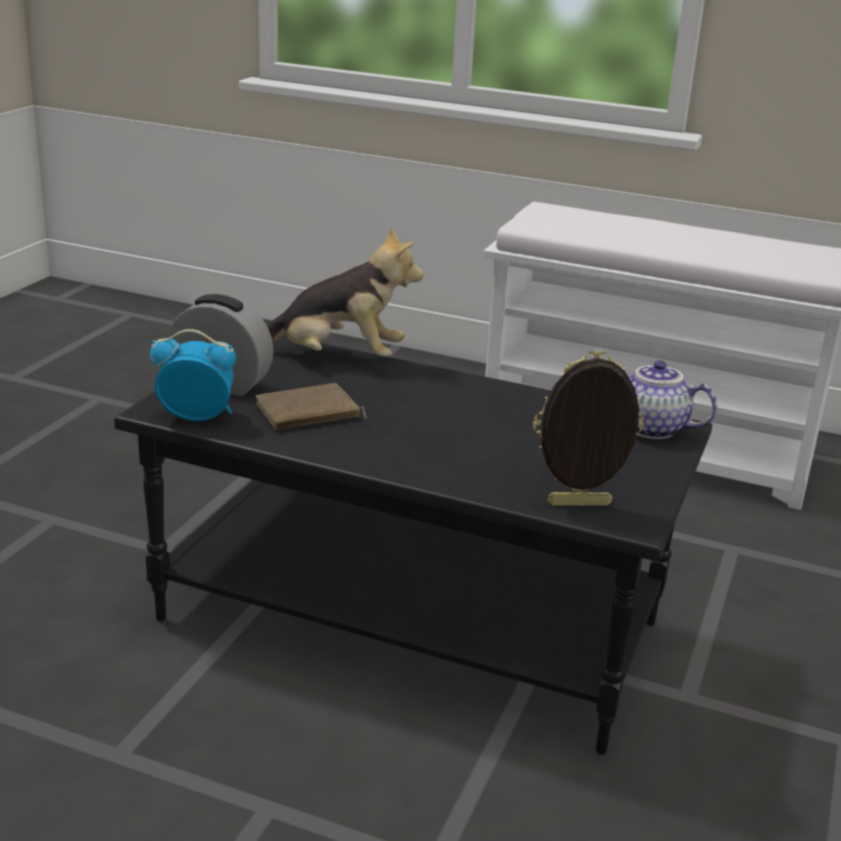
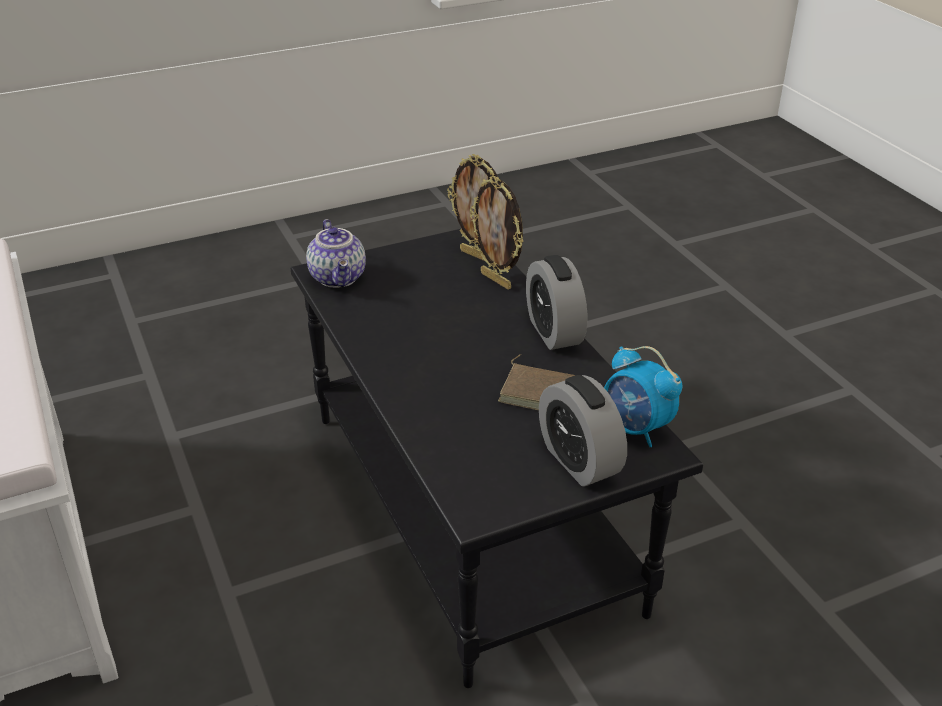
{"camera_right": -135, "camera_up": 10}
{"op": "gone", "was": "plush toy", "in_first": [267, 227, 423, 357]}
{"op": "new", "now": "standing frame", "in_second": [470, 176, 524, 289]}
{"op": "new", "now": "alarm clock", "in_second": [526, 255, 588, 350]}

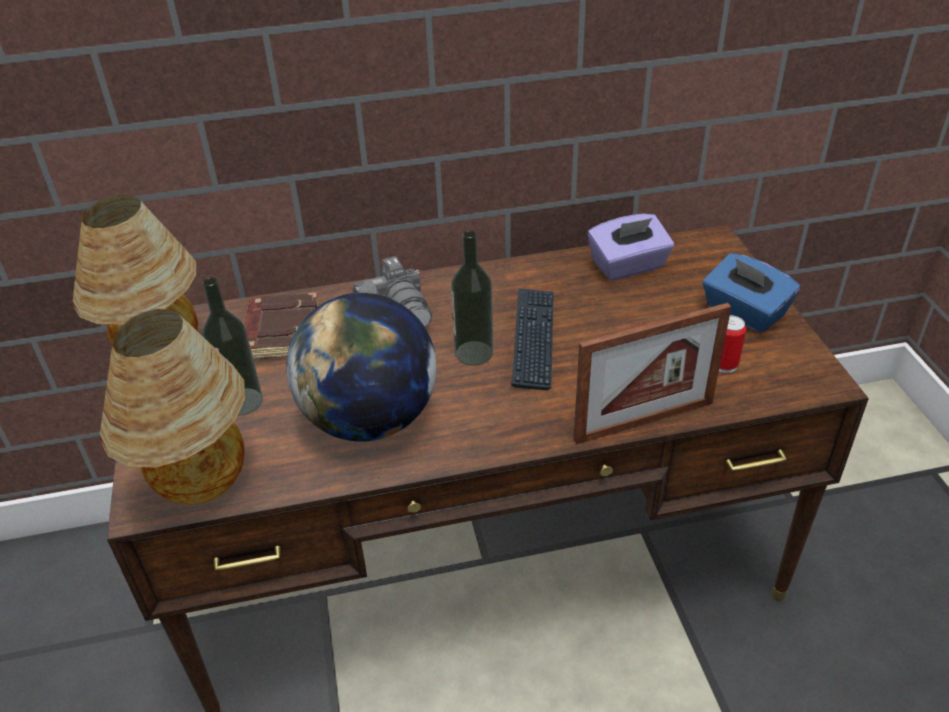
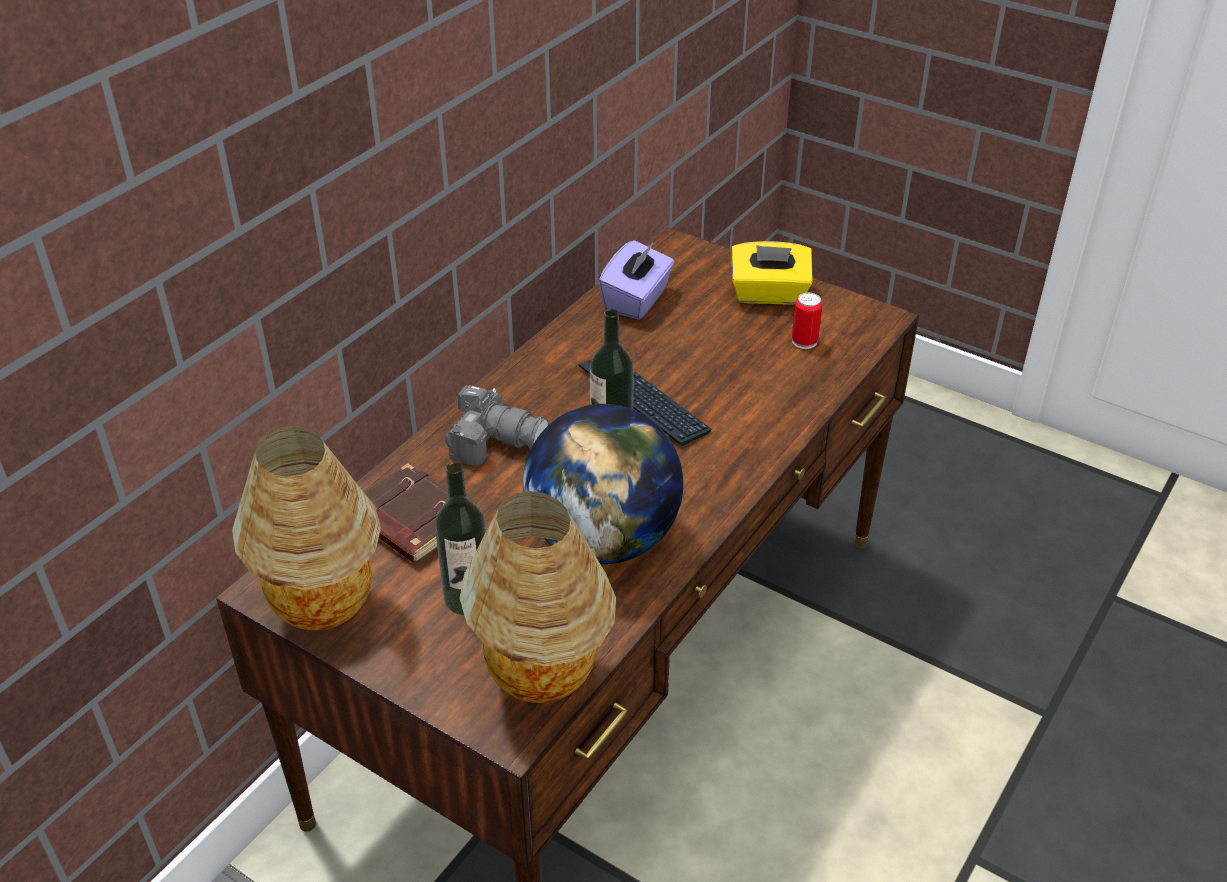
{"camera_right": -45, "camera_up": 0}
{"op": "gone", "was": "standing frame", "in_first": [573, 303, 731, 445]}
{"op": "repainted", "was": "blue-coloured tissue holder", "now": "yellowish tissue holder", "in_first": [702, 253, 800, 333], "in_second": [731, 241, 813, 305]}

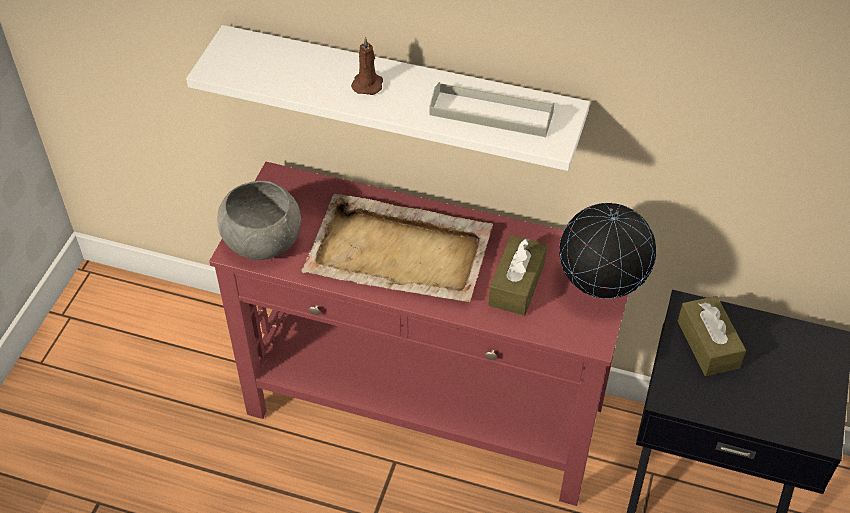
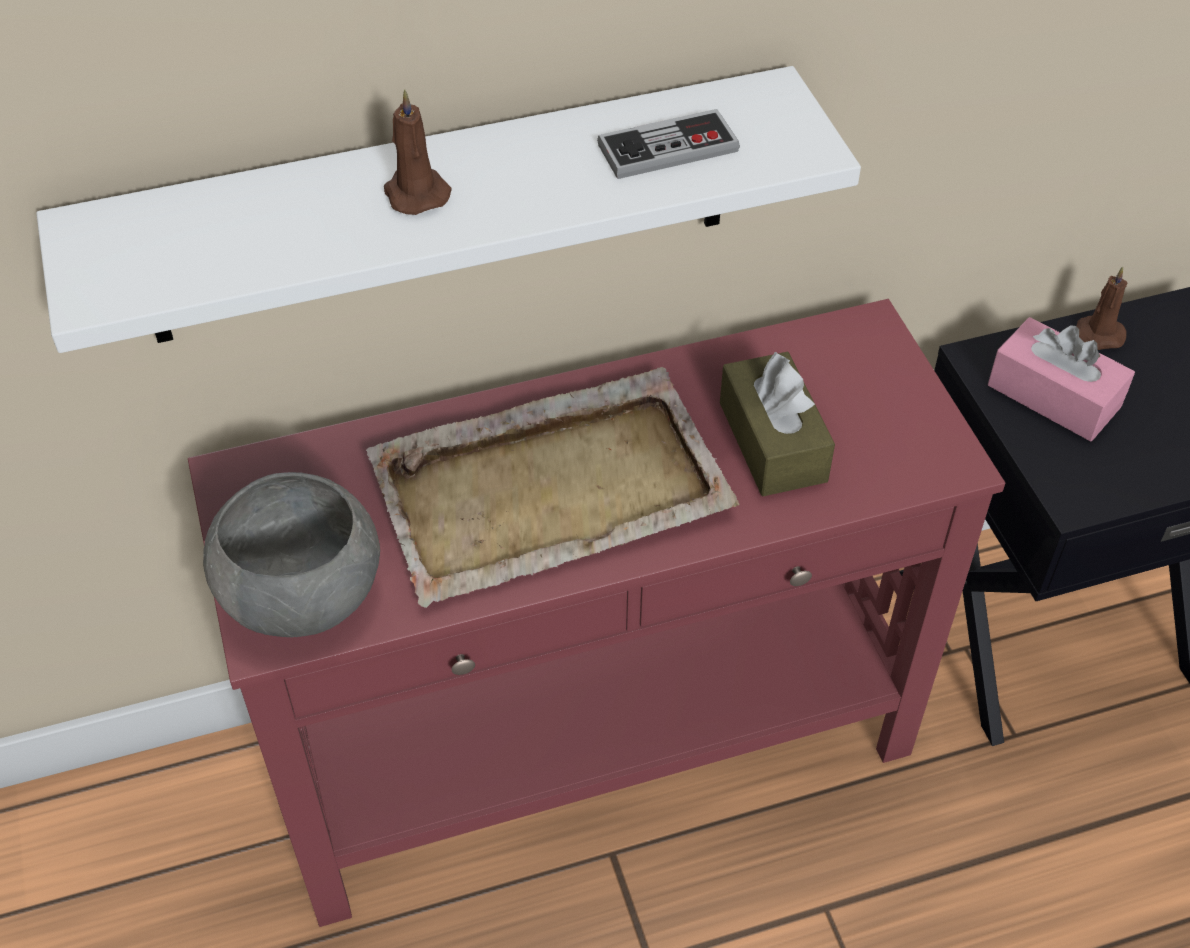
{"camera_right": -35, "camera_up": 0}
{"op": "gone", "was": "globe", "in_first": [559, 203, 656, 299]}
{"op": "new", "now": "brownish candle", "in_second": [1076, 266, 1127, 350]}
{"op": "swapped", "was": "grey serving tray", "now": "game controller", "in_first": [429, 82, 554, 137], "in_second": [597, 109, 740, 179]}
{"op": "repainted", "was": "brownish tissue holder", "now": "pink-coloured tissue holder", "in_first": [678, 296, 746, 376], "in_second": [988, 317, 1135, 441]}

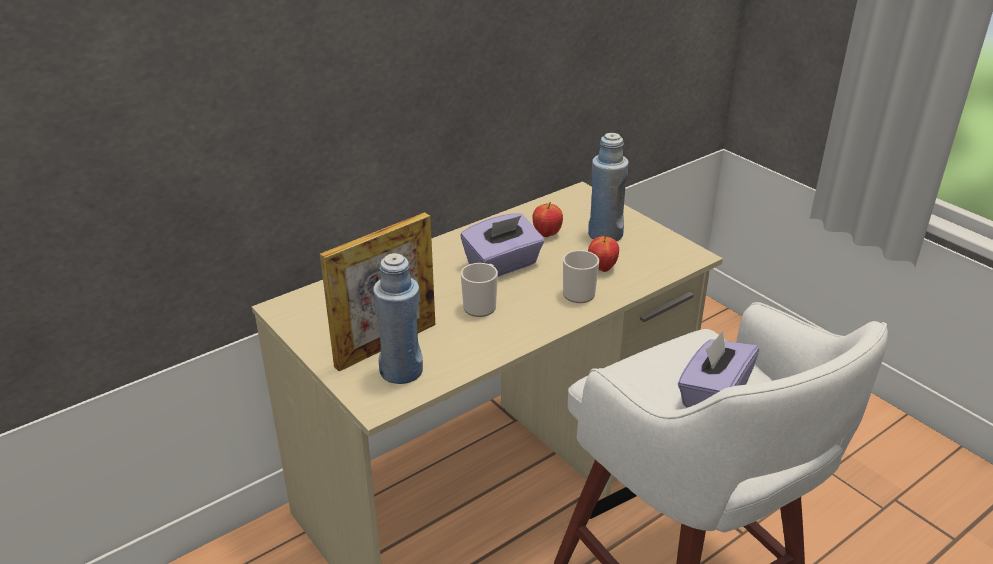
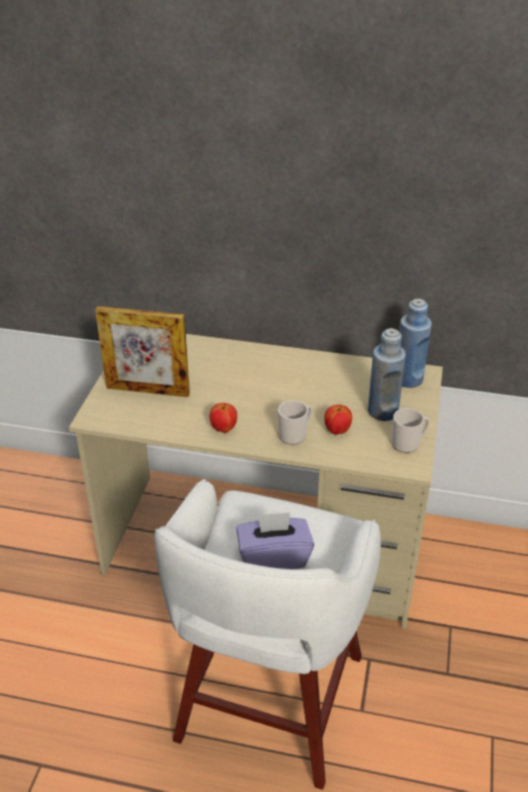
{"camera_right": 50, "camera_up": 5}
{"op": "gone", "was": "purple tissue holder", "in_first": [461, 214, 544, 277]}
{"op": "shifted", "was": "blue-coloured beverage bottle", "in_first": [373, 253, 423, 384], "in_second": [399, 299, 432, 388]}
{"op": "shifted", "was": "tea mug", "in_first": [461, 263, 498, 317], "in_second": [392, 408, 430, 453]}
{"op": "shifted", "was": "apple", "in_first": [533, 202, 563, 237], "in_second": [210, 403, 237, 433]}

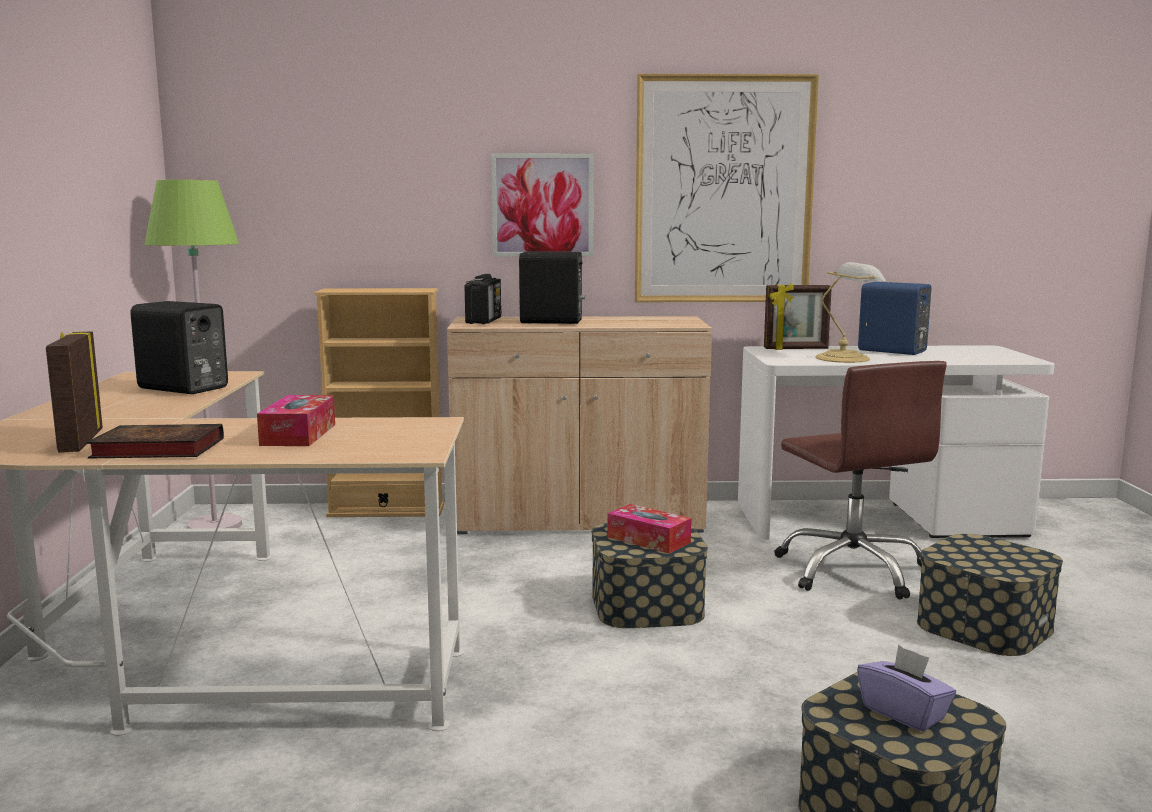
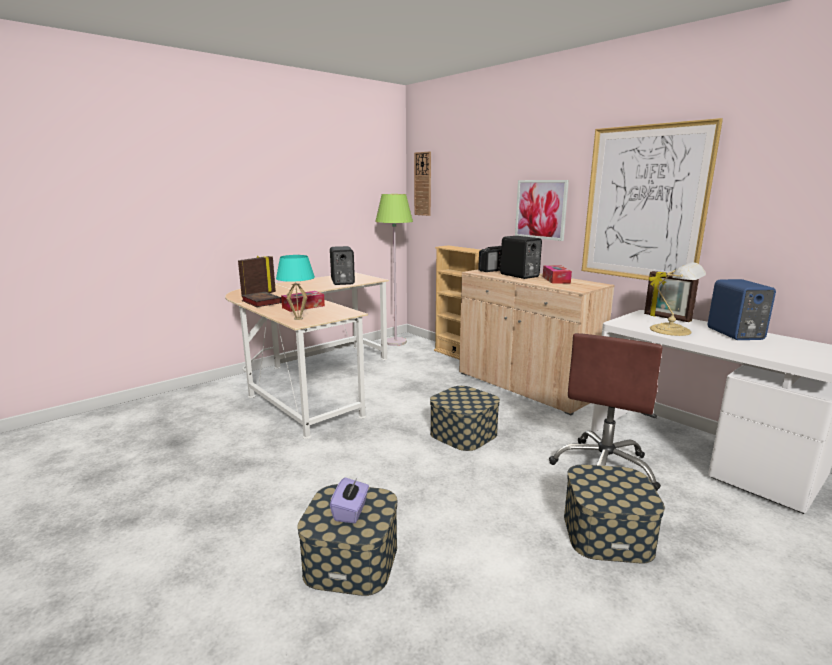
{"camera_right": 50, "camera_up": 5}
{"op": "new", "now": "blue-green table lamp", "in_second": [276, 255, 315, 320]}
{"op": "new", "now": "hanging clock", "in_second": [414, 152, 431, 216]}
{"op": "shifted", "was": "tissue holder", "in_first": [607, 504, 692, 553], "in_second": [543, 265, 572, 283]}

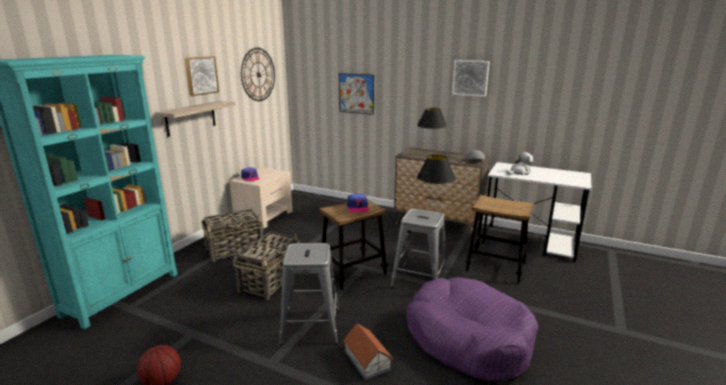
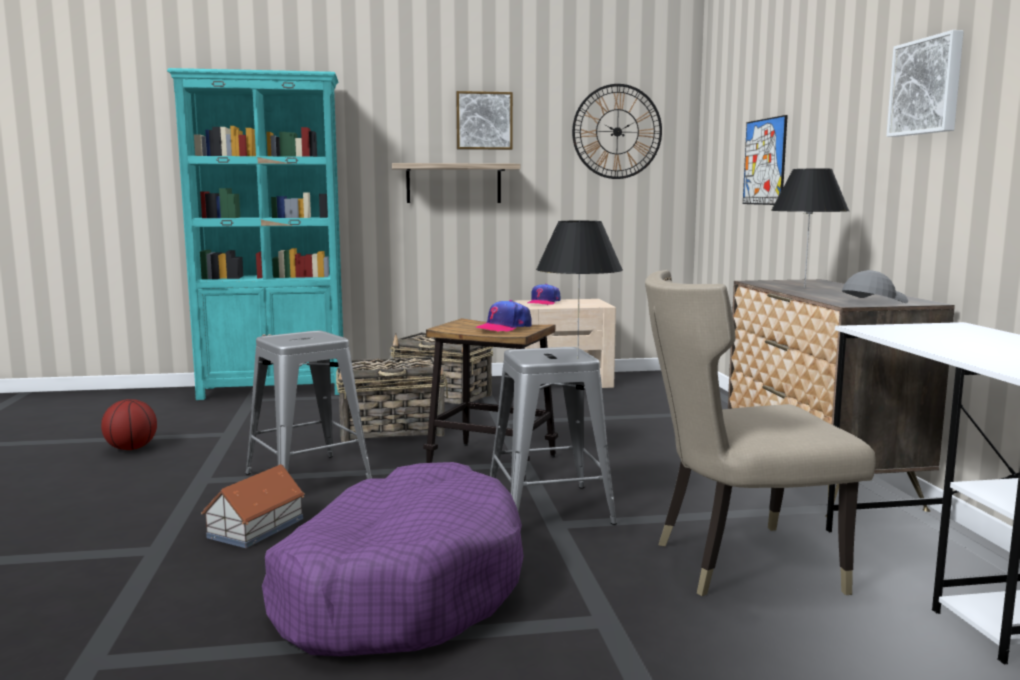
{"camera_right": 55, "camera_up": -10}
{"op": "gone", "was": "plush toy", "in_first": [506, 152, 533, 175]}
{"op": "swapped", "was": "stool", "now": "beige-coloured chair", "in_first": [465, 195, 534, 284], "in_second": [645, 270, 876, 596]}

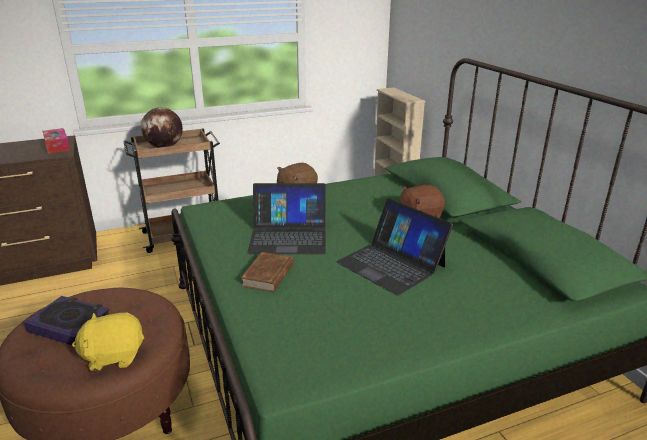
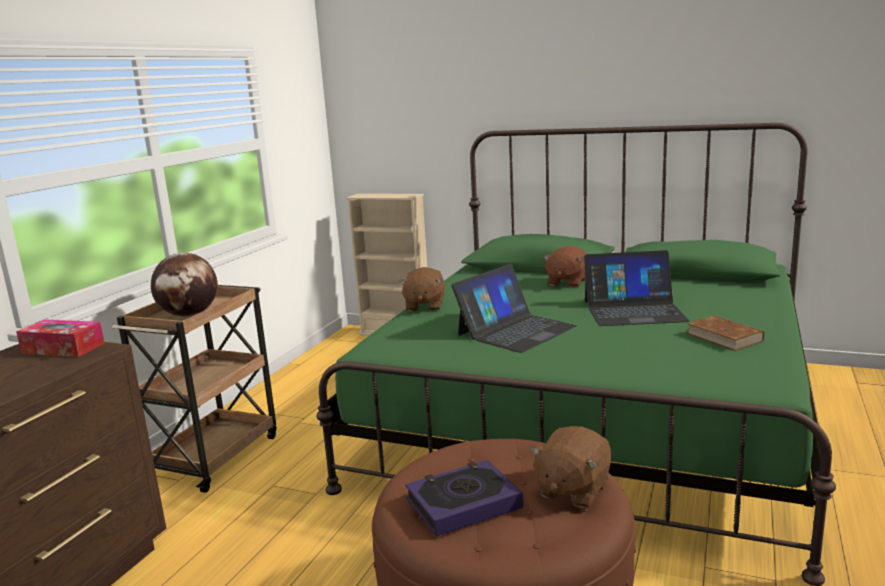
{"camera_right": -45, "camera_up": -10}
{"op": "shifted", "was": "brownish bound book", "in_first": [241, 252, 294, 292], "in_second": [686, 315, 764, 351]}
{"op": "repainted", "was": "yellowish plush toy", "now": "brownish plush toy", "in_first": [72, 313, 144, 371], "in_second": [530, 426, 612, 508]}

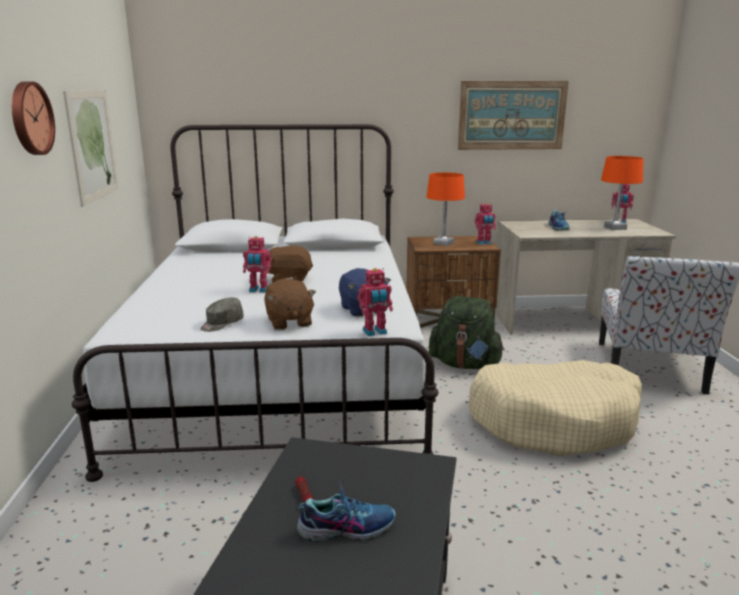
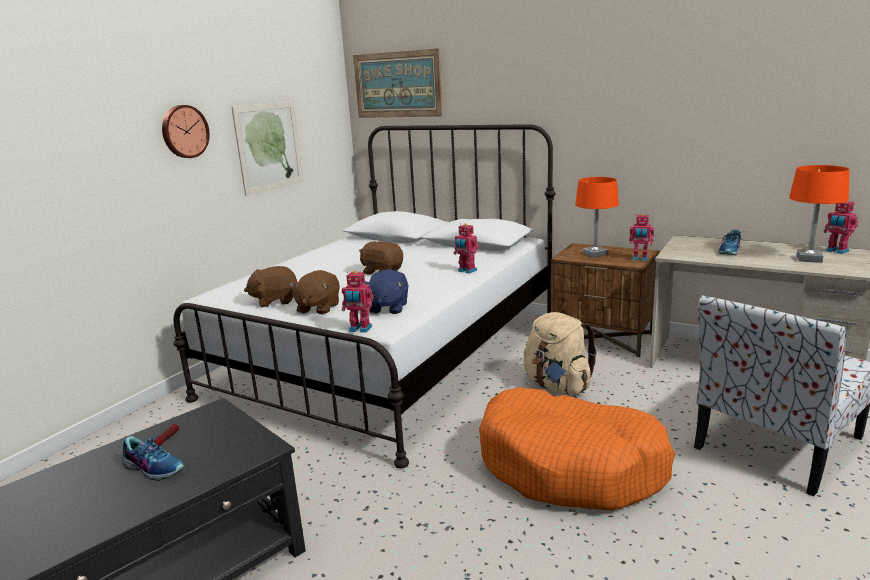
{"camera_right": 35, "camera_up": 0}
{"op": "shifted", "was": "model robot", "in_first": [243, 236, 272, 292], "in_second": [453, 223, 479, 274]}
{"op": "shifted", "was": "wall picture", "in_first": [458, 81, 569, 150], "in_second": [353, 48, 443, 118]}
{"op": "swapped", "was": "grey peaked cap", "now": "brownish plush toy", "in_first": [200, 298, 244, 332], "in_second": [244, 266, 297, 307]}
{"op": "repainted", "was": "green knapsack", "now": "beige-coloured knapsack", "in_first": [429, 296, 505, 369], "in_second": [524, 312, 597, 394]}
{"op": "repainted", "was": "beige-coloured dog bed", "now": "orange dog bed", "in_first": [469, 360, 642, 456], "in_second": [479, 387, 675, 511]}

